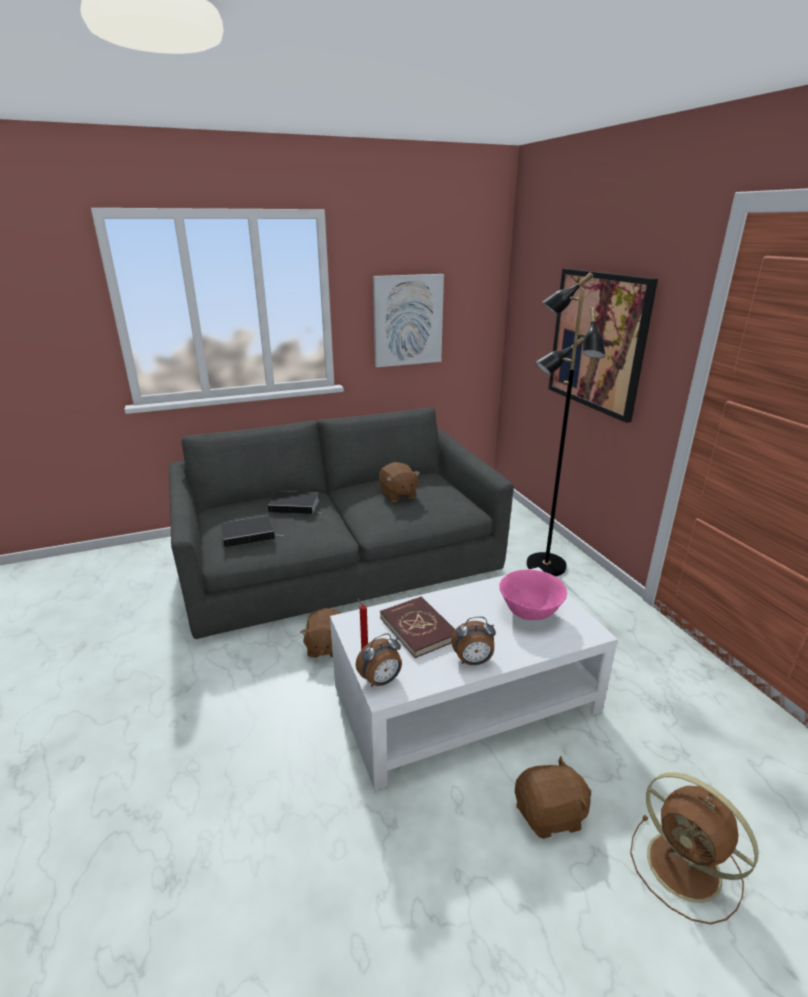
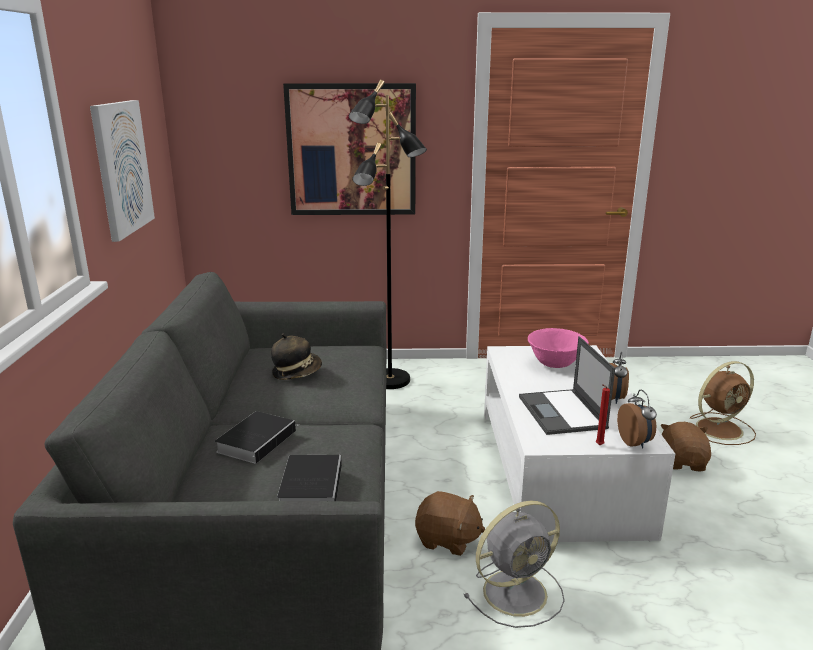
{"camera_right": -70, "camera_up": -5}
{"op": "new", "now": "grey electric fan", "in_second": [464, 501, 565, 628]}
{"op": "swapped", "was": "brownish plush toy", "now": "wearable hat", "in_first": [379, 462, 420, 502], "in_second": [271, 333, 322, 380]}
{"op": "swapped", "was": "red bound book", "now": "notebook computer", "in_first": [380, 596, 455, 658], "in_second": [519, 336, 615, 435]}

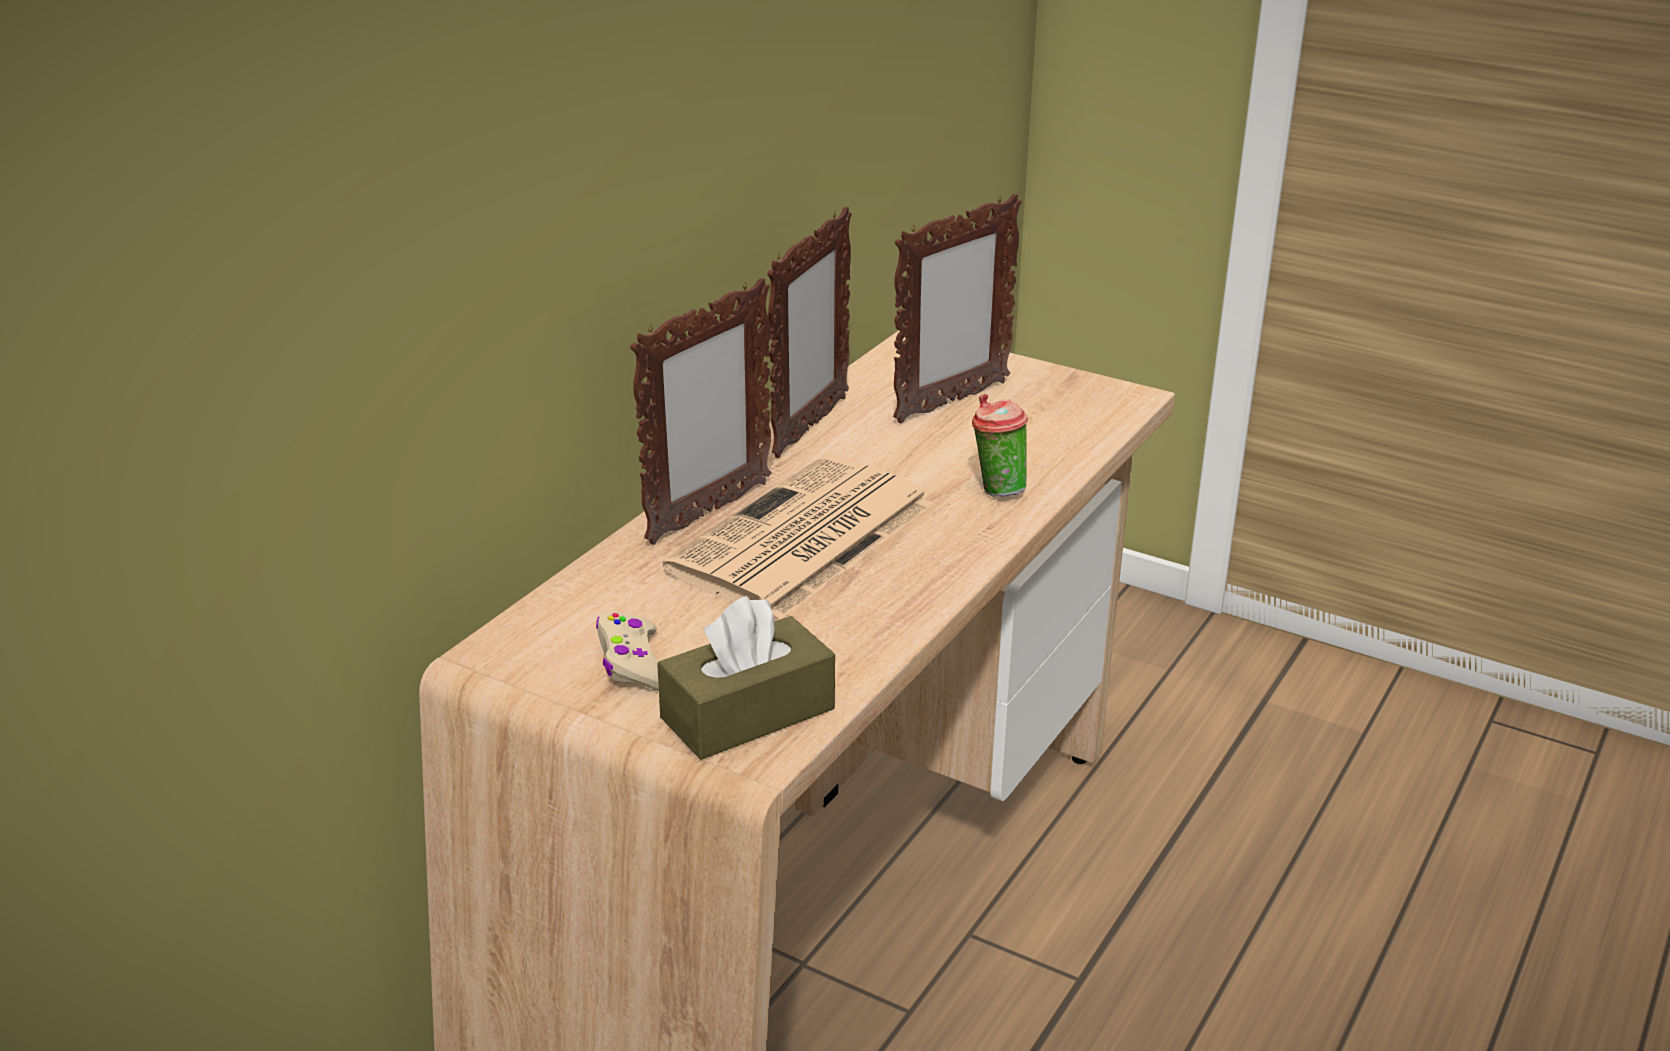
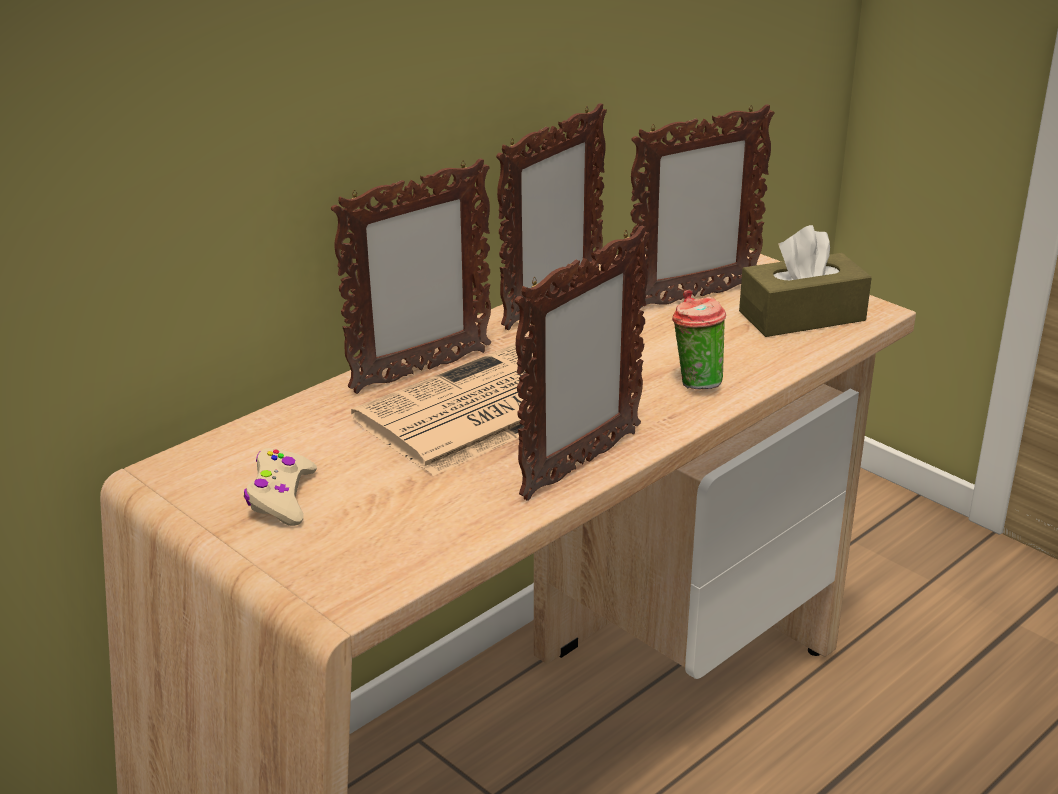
{"camera_right": 15, "camera_up": 0}
{"op": "new", "now": "standing frame", "in_second": [514, 225, 650, 501]}
{"op": "shifted", "was": "brownish tissue holder", "in_first": [657, 596, 835, 760], "in_second": [739, 225, 872, 337]}

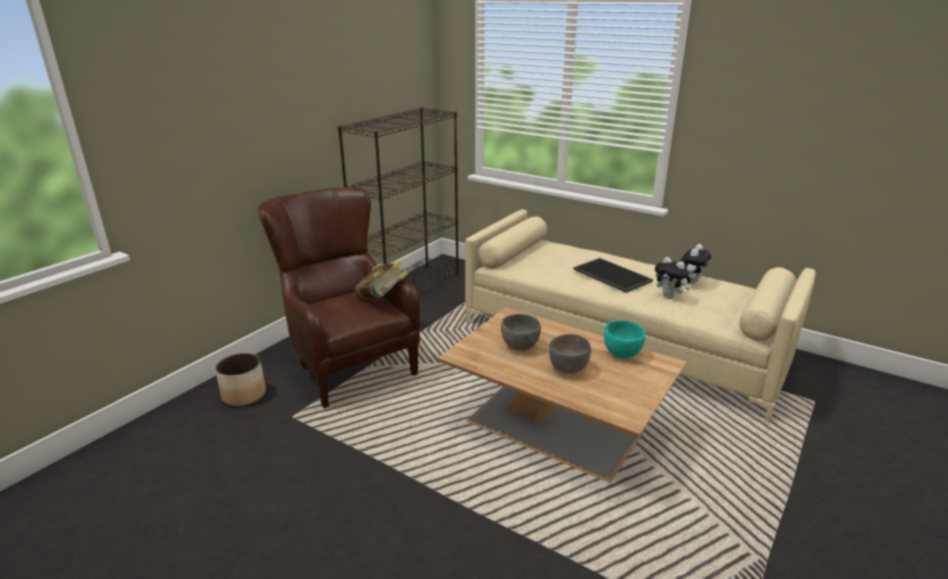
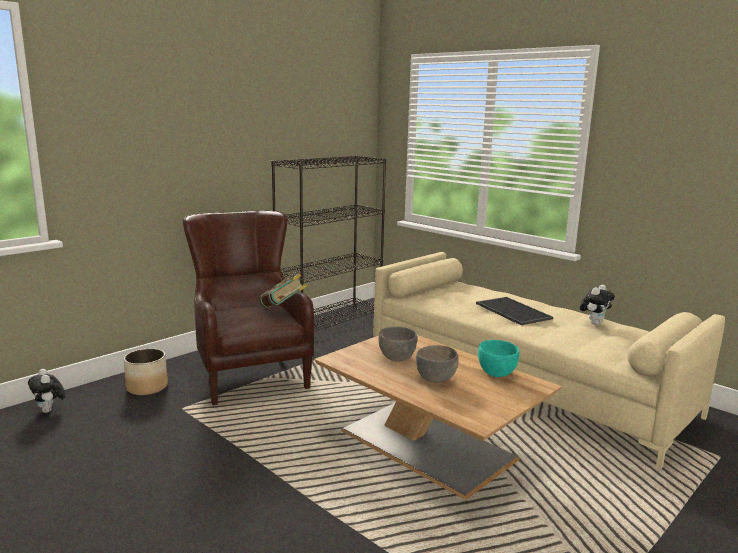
{"camera_right": 10, "camera_up": -10}
{"op": "shifted", "was": "plush toy", "in_first": [655, 257, 691, 298], "in_second": [28, 369, 65, 413]}

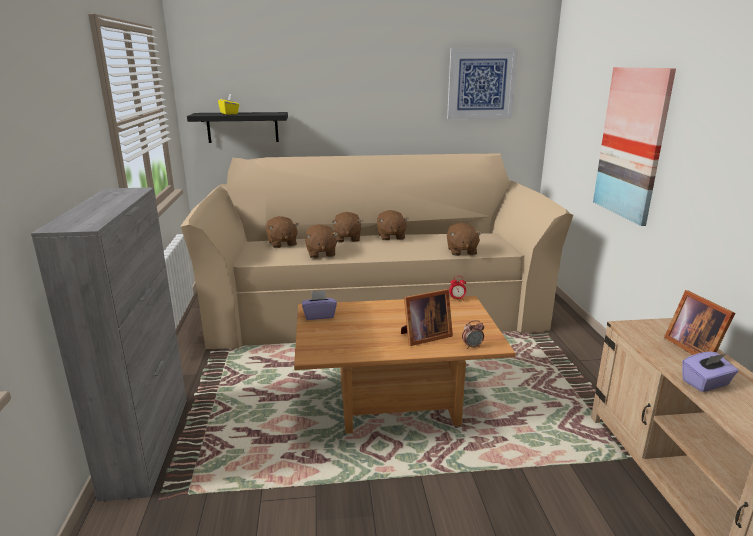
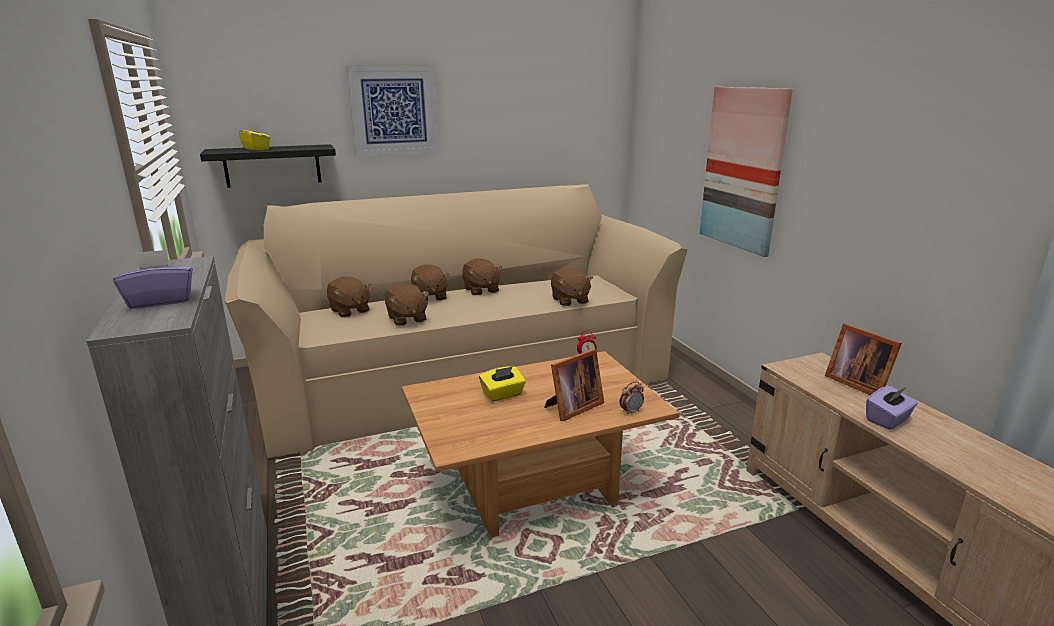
{"camera_right": -15, "camera_up": 0}
{"op": "new", "now": "yellowish tissue holder", "in_second": [479, 366, 526, 402]}
{"op": "shifted", "was": "purple tissue holder", "in_first": [302, 290, 337, 320], "in_second": [113, 249, 193, 309]}
{"op": "shifted", "was": "wall picture", "in_first": [447, 48, 518, 119], "in_second": [346, 65, 438, 156]}

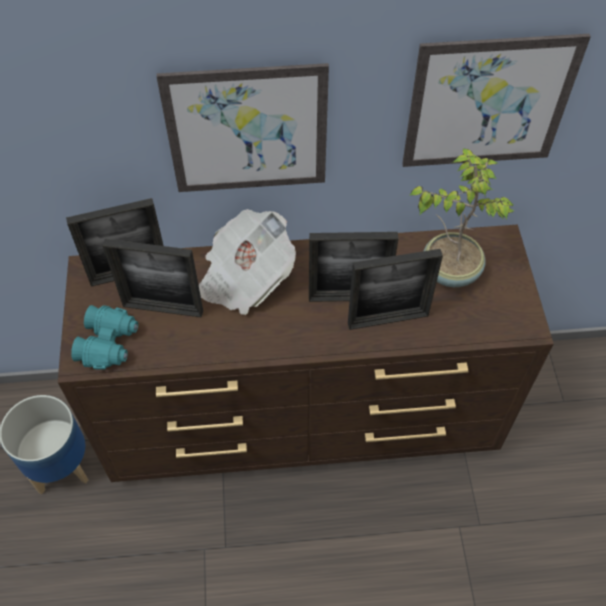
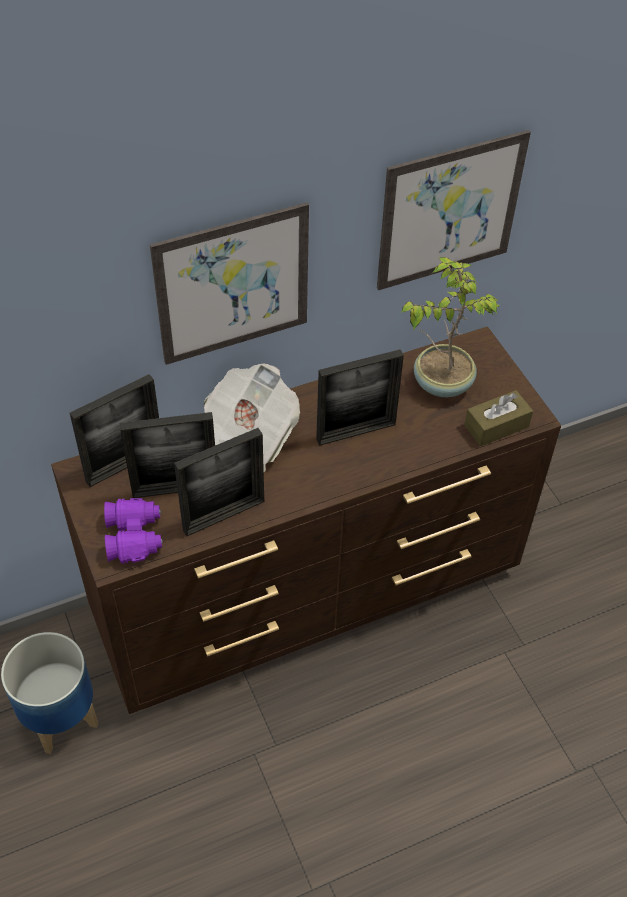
{"camera_right": -20, "camera_up": -5}
{"op": "new", "now": "brownish tissue holder", "in_second": [464, 390, 533, 446]}
{"op": "shifted", "was": "standing frame", "in_first": [348, 249, 443, 330], "in_second": [174, 428, 264, 536]}
{"op": "repainted", "was": "blue-green binoculars", "now": "purple binoculars", "in_first": [71, 305, 138, 370], "in_second": [104, 498, 163, 564]}

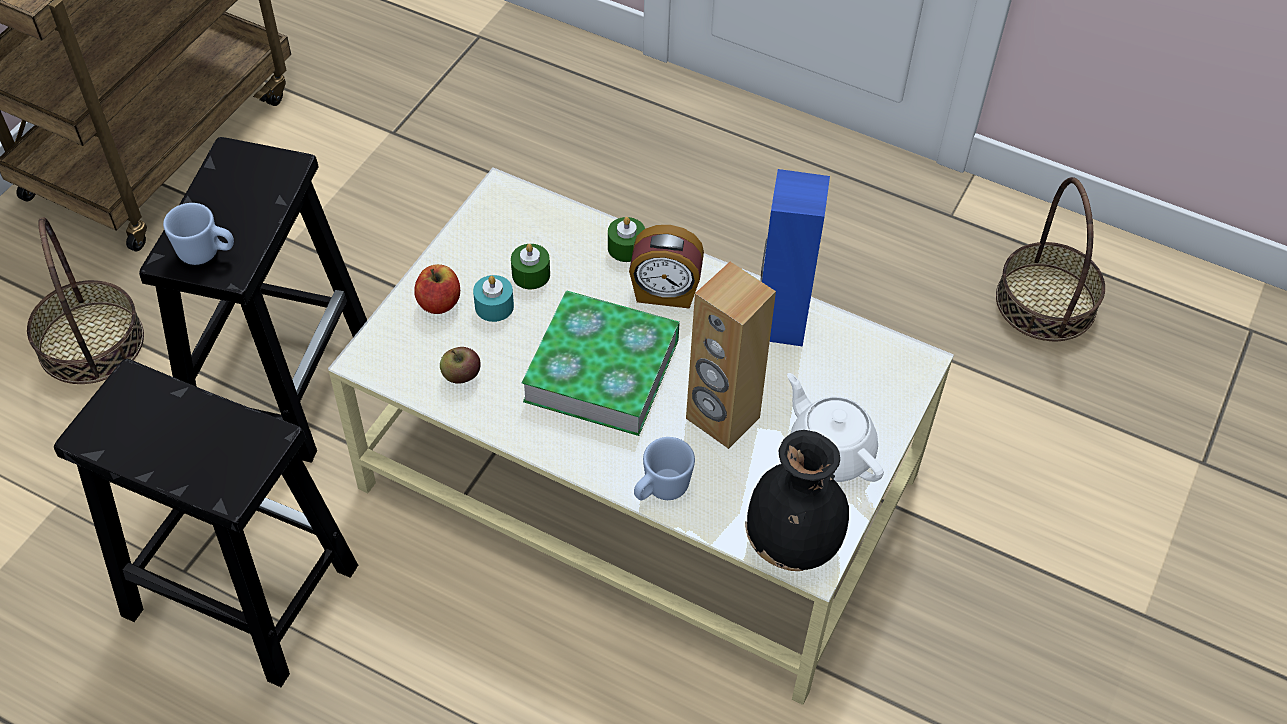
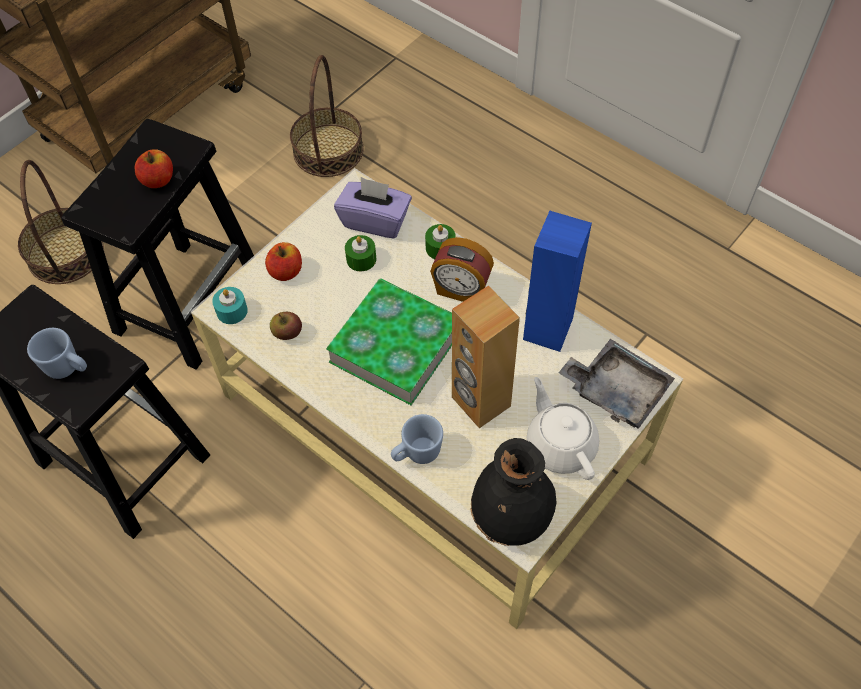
{"camera_right": 15, "camera_up": 5}
{"op": "new", "now": "apple", "in_second": [135, 149, 173, 188]}
{"op": "new", "now": "purple tissue holder", "in_second": [334, 177, 412, 239]}
{"op": "new", "now": "grey serving tray", "in_second": [559, 339, 675, 429]}
{"op": "shifted", "was": "blue-coloured tea mug", "in_first": [163, 203, 234, 265], "in_second": [27, 328, 87, 379]}
{"op": "shifted", "was": "blue-green candle", "in_first": [473, 275, 514, 322], "in_second": [212, 287, 248, 324]}
{"op": "shifted", "was": "household basket", "in_first": [996, 177, 1105, 341], "in_second": [290, 55, 364, 177]}

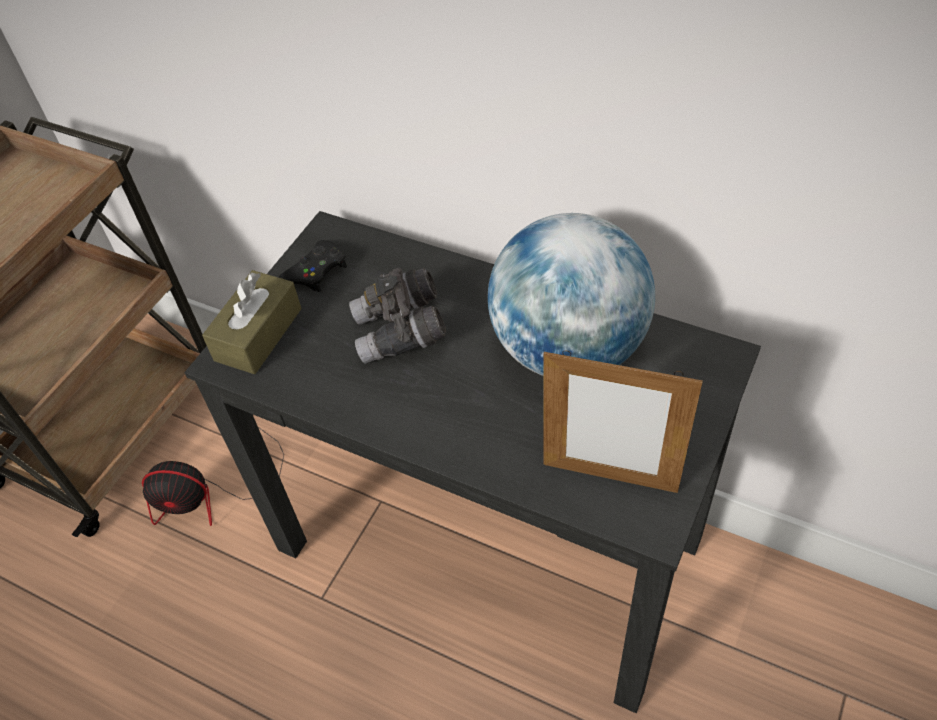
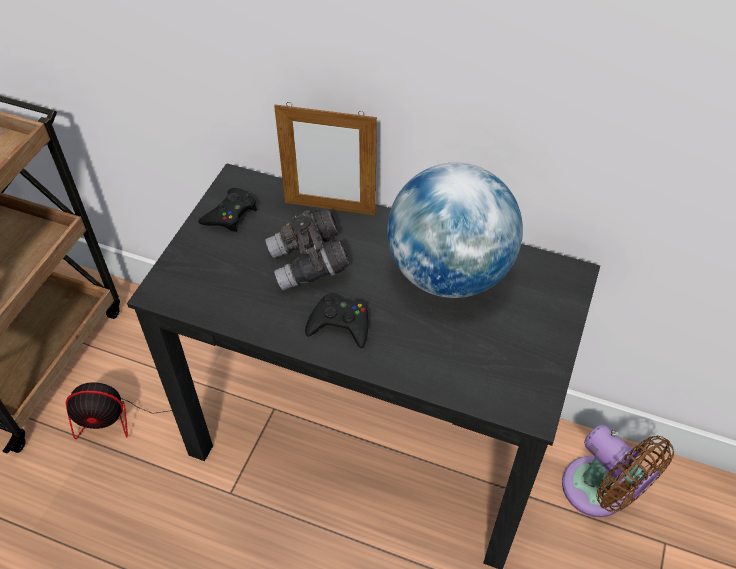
{"camera_right": -10, "camera_up": 0}
{"op": "gone", "was": "brownish tissue holder", "in_first": [202, 270, 302, 374]}
{"op": "new", "now": "blackish game controller", "in_second": [305, 294, 368, 348]}
{"op": "new", "now": "brownish electric fan", "in_second": [562, 425, 674, 517]}
{"op": "shifted", "was": "standing frame", "in_first": [543, 351, 703, 493], "in_second": [274, 102, 377, 215]}

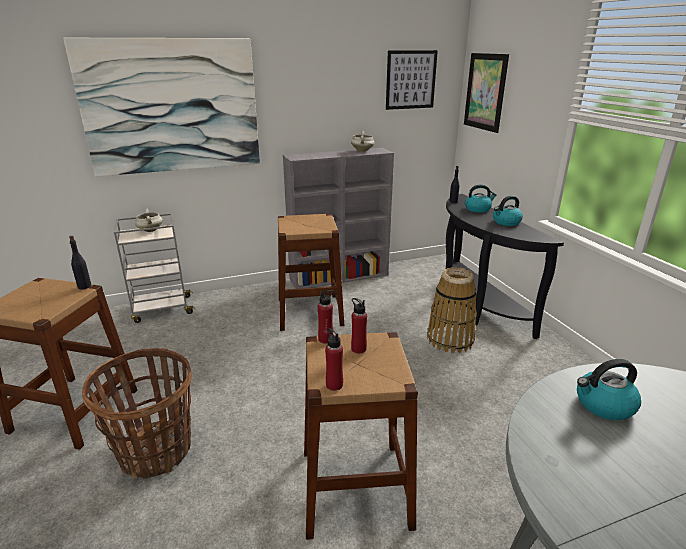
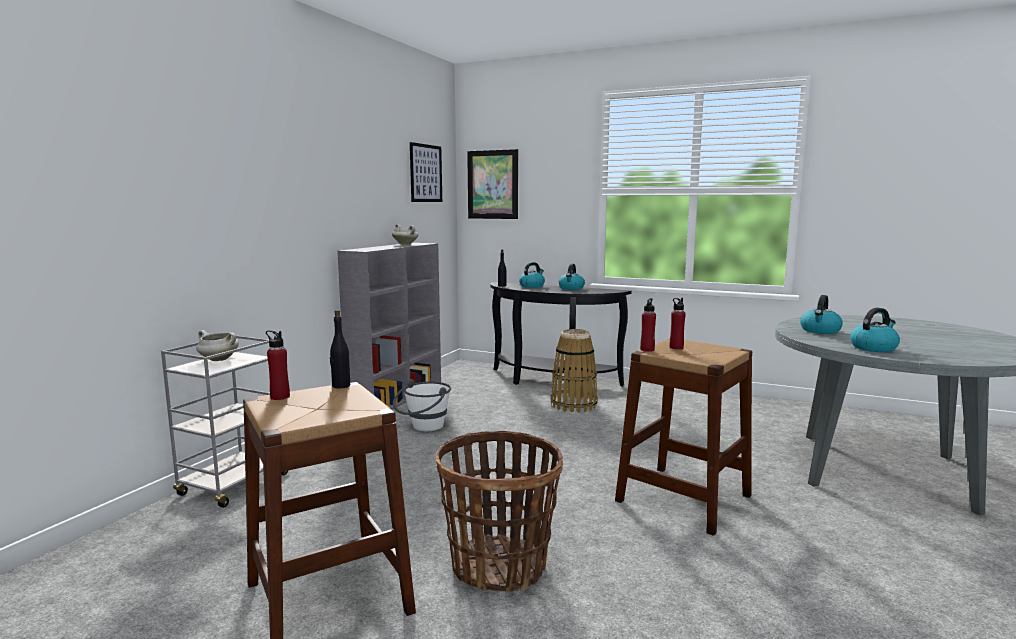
{"camera_right": -45, "camera_up": -15}
{"op": "gone", "was": "wall picture", "in_first": [63, 37, 260, 177]}
{"op": "new", "now": "tea kettle", "in_second": [850, 308, 900, 352]}
{"op": "shifted", "was": "red beverage bottle", "in_first": [325, 328, 343, 391], "in_second": [266, 330, 290, 400]}
{"op": "swapped", "was": "brownish stool", "now": "white-coloured water bucket", "in_first": [278, 214, 345, 331], "in_second": [393, 379, 451, 431]}

